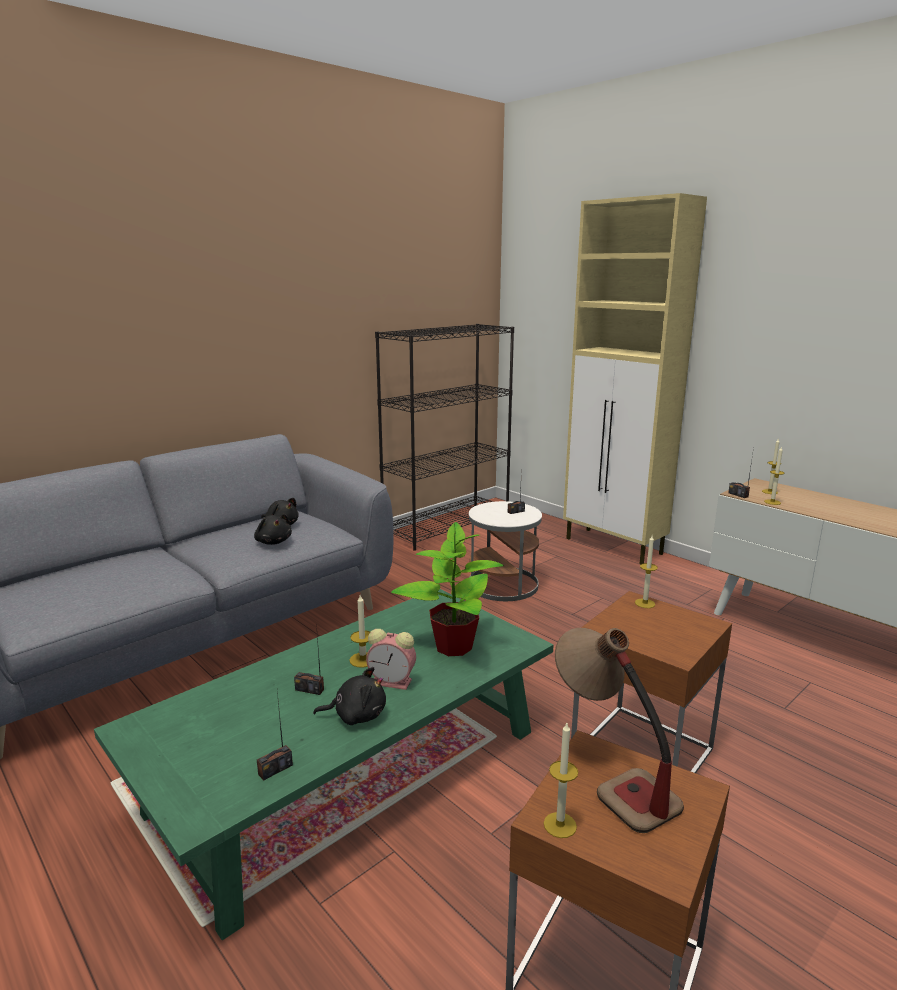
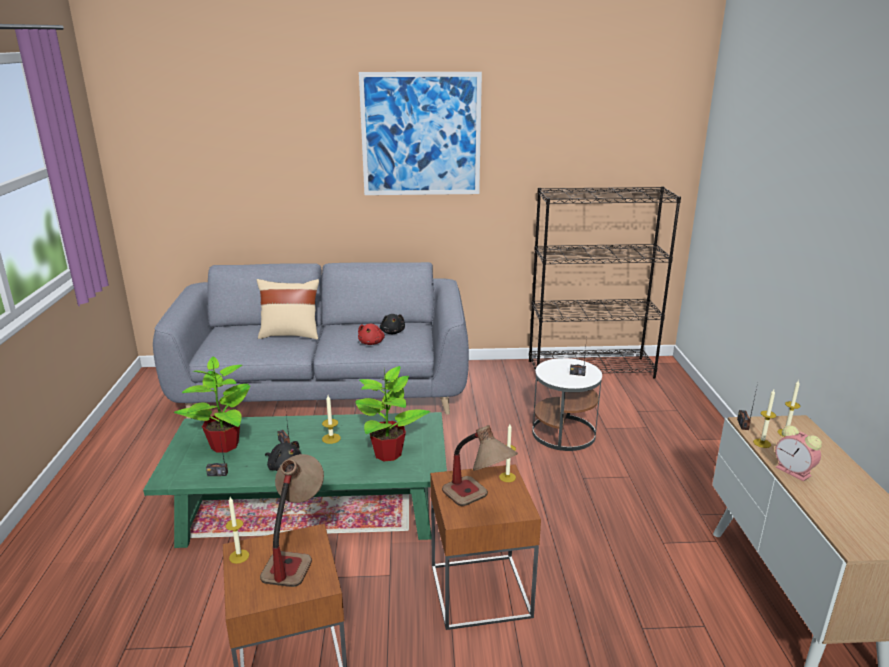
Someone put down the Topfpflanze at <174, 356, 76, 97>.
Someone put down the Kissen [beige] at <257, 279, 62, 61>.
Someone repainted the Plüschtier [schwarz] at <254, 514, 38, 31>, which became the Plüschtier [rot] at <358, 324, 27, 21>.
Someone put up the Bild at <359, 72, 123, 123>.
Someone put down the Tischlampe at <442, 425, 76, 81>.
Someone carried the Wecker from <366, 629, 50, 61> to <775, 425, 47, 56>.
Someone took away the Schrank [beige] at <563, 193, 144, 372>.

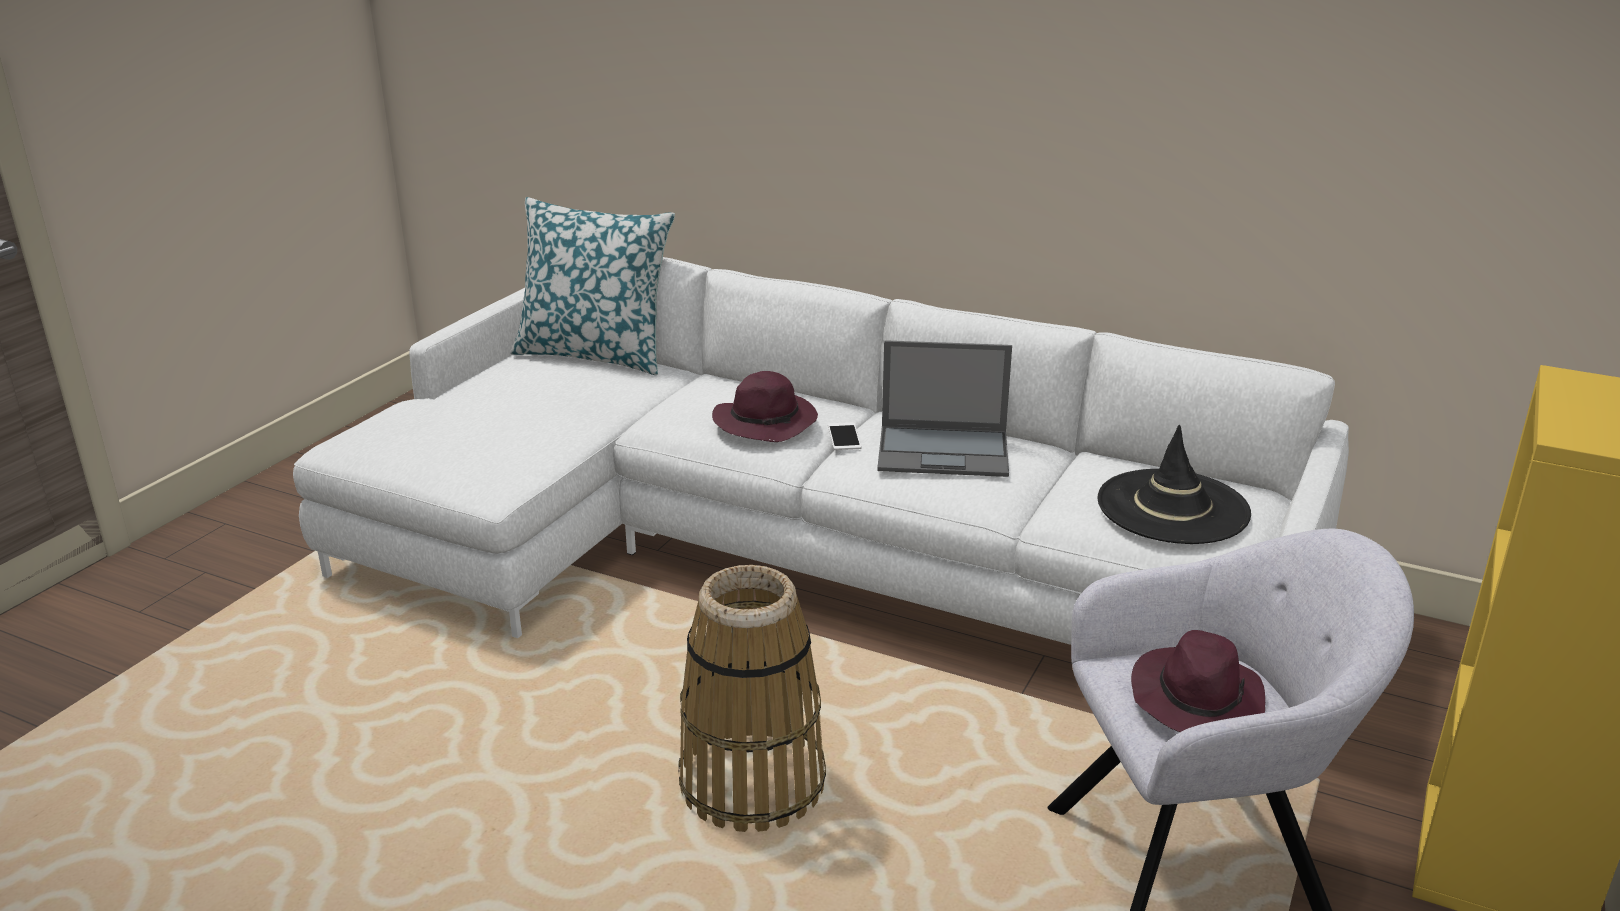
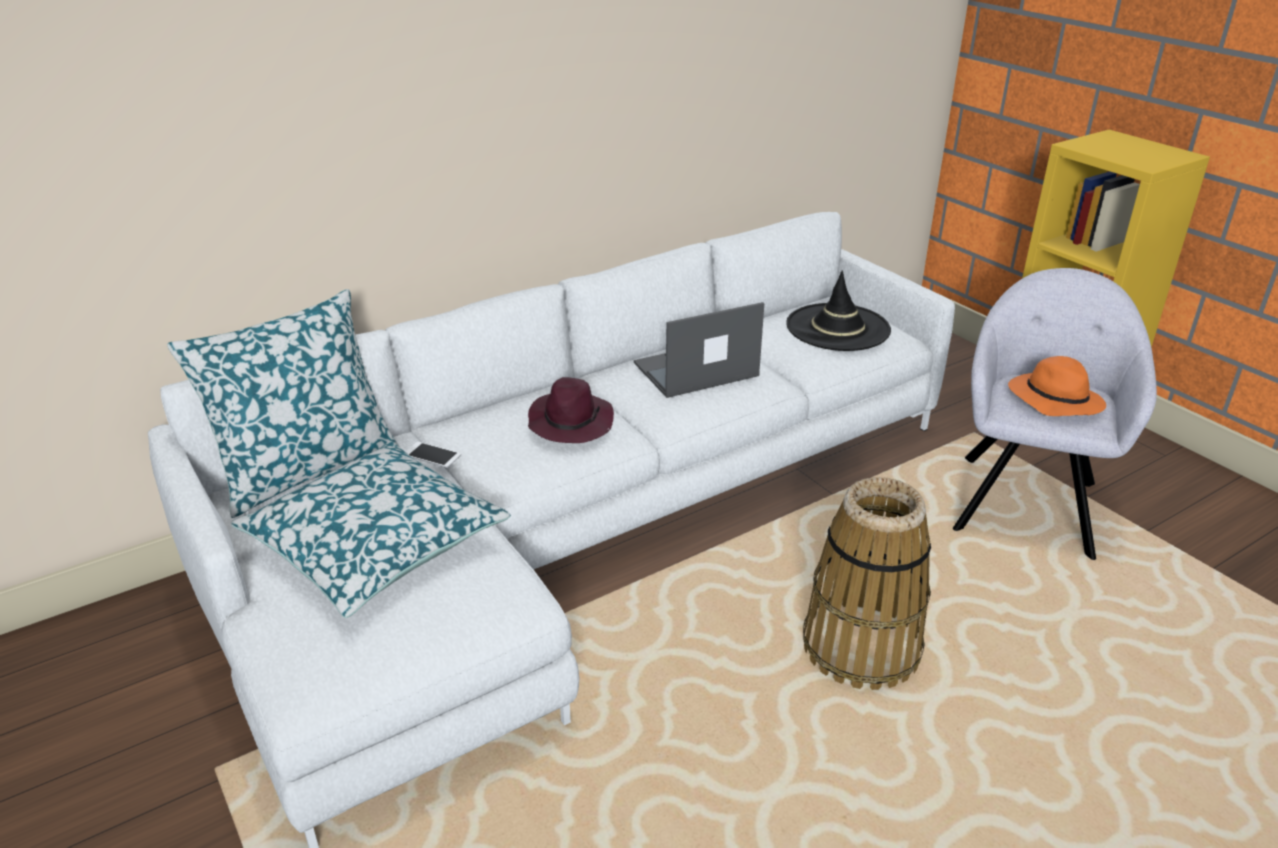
Someone put down the Kissen at <231, 441, 280, 177>.
Someone carried the Handy from <828, 422, 34, 28> to <405, 442, 56, 26>.
Someone rotated the Laptop at <877, 340, 135, 137> by 150 degrees counterclockwise.
Someone repainted the Hut [lila] at <1131, 630, 134, 102>, which became the Hut [orange] at <1008, 356, 98, 60>.

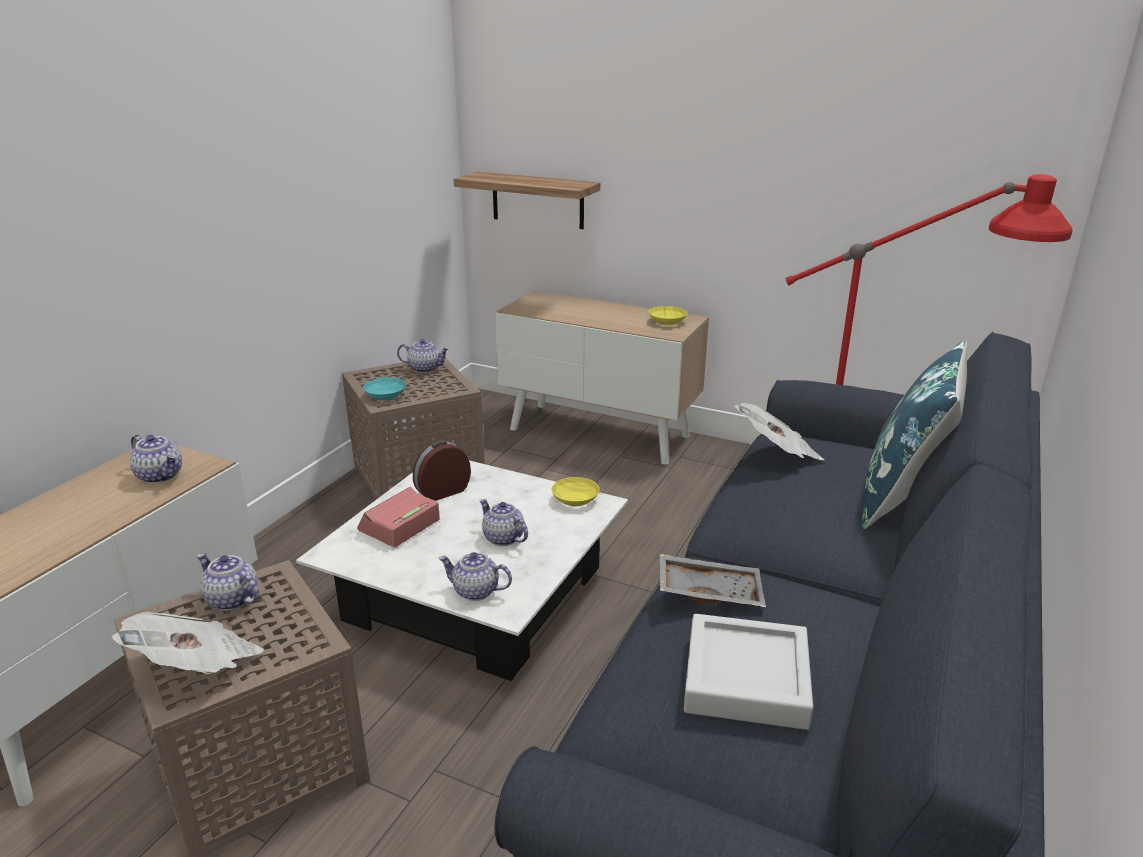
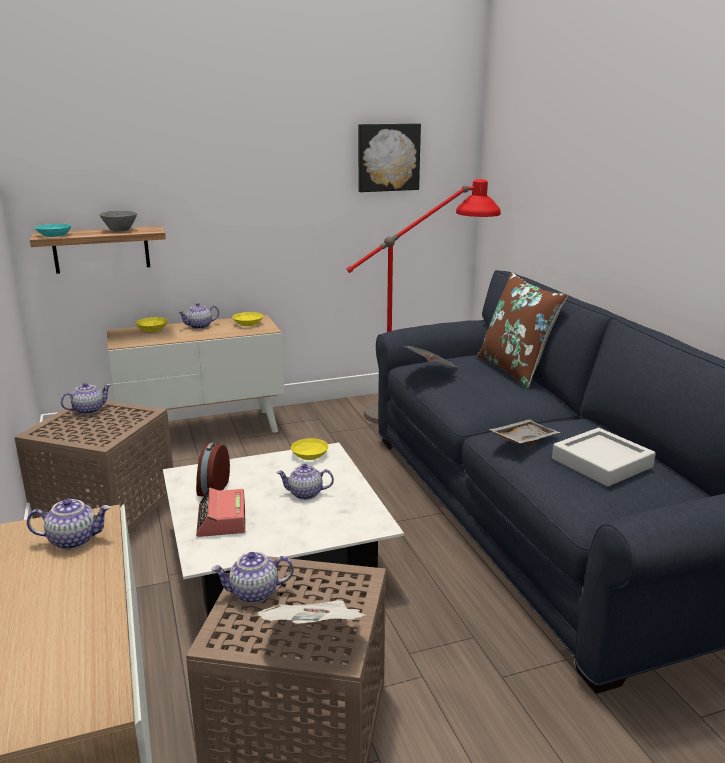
Someone carried the Schüssel [türkis] from <363, 377, 43, 24> to <35, 224, 36, 13>.
Someone put down the Schüssel [grau] at <99, 210, 38, 22>.
Someone put down the Schüssel [gelb] at <136, 317, 32, 15>.
Someone carried the Teekanne from <438, 552, 74, 49> to <178, 303, 41, 26>.
Someone put up the Bild at <358, 123, 63, 69>.
Someone repainted the Kissen [blau] at <862, 340, 106, 189>, which became the Kissen [braun] at <477, 272, 91, 117>.

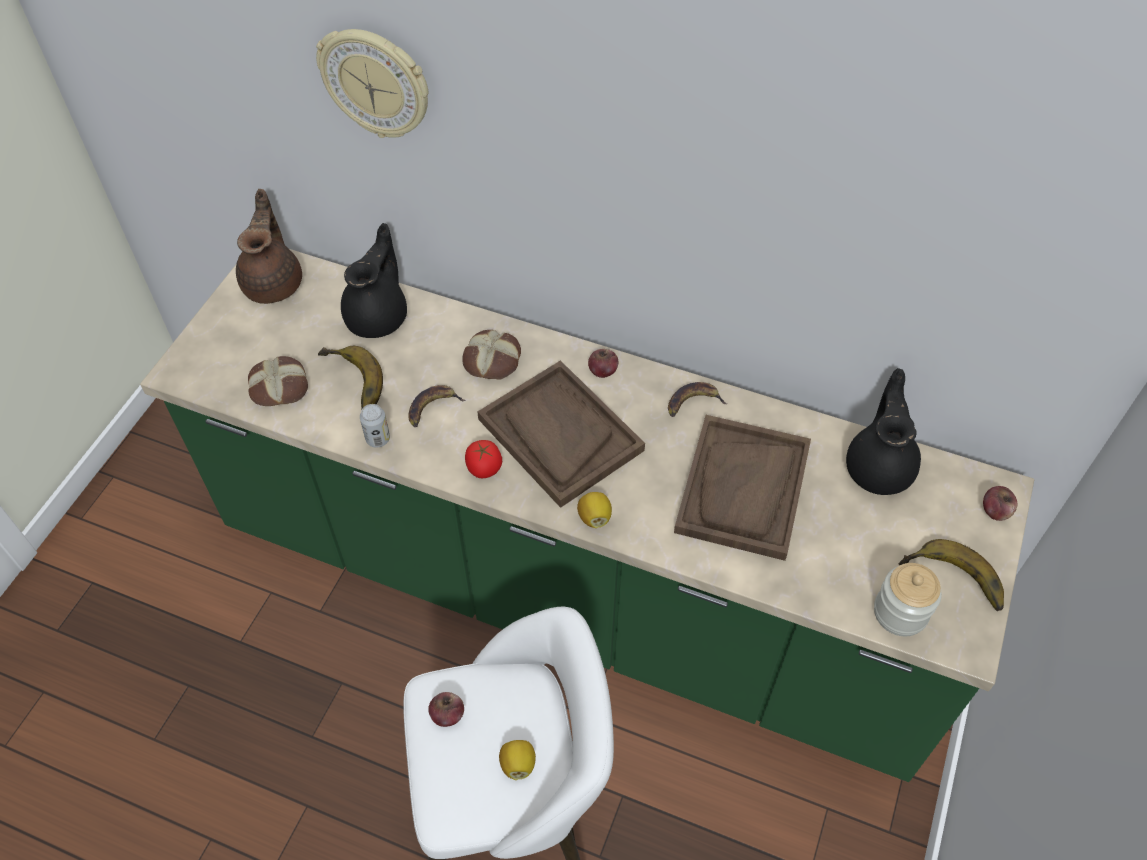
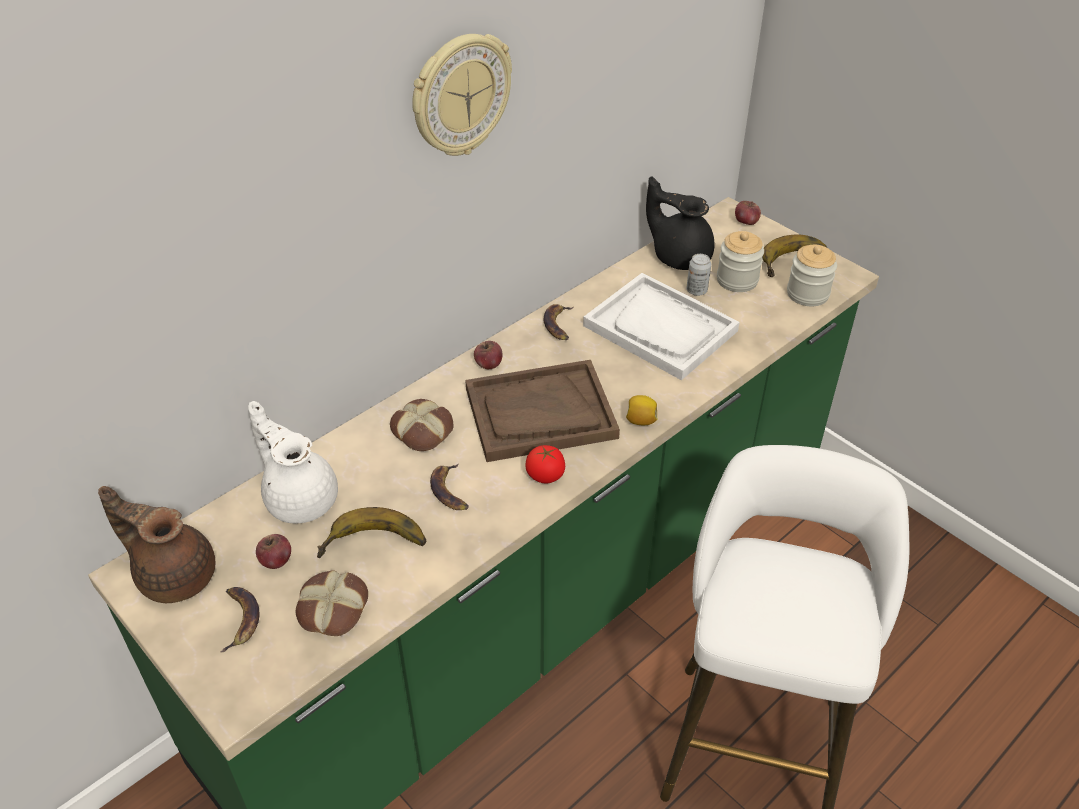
Someone put down the Banane at <221, 587, 39, 65>.
Someone repainted the Teekanne [schwarz] at <341, 223, 66, 115>, which became the Teekanne [weiß] at <248, 401, 90, 122>.
Someone carried the Apfel from <428, 692, 36, 35> to <256, 534, 35, 35>.
Someone carried the Wanduhr from <316, 29, 113, 109> to <412, 34, 100, 122>.
Someone repainted the Tablett [braun] at <674, 415, 137, 146>, which became the Tablett [weiß] at <583, 273, 157, 107>.
Someone carried the Dose from <360, 404, 30, 44> to <686, 254, 25, 42>.
Someone put down the Vorratsglas at <717, 231, 47, 61>.
Someone took away the Zitrone at <499, 740, 37, 40>.

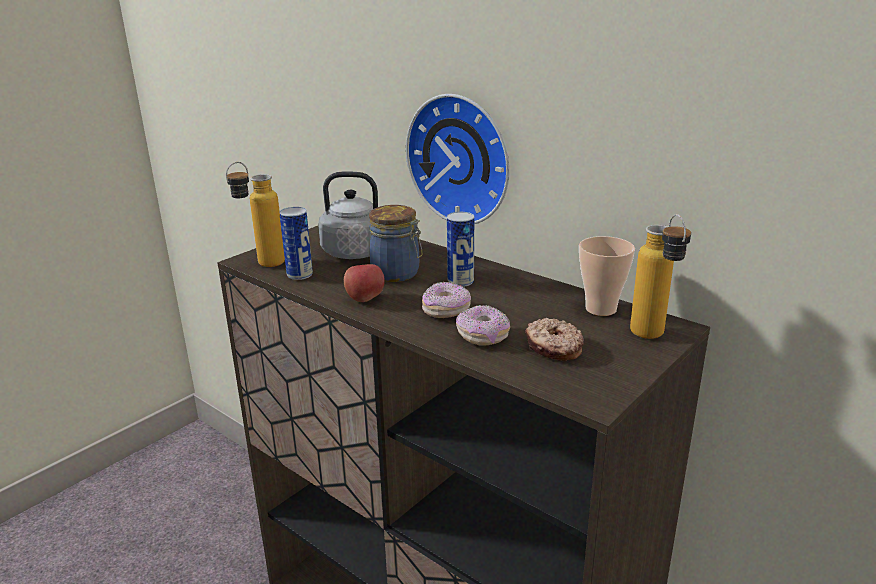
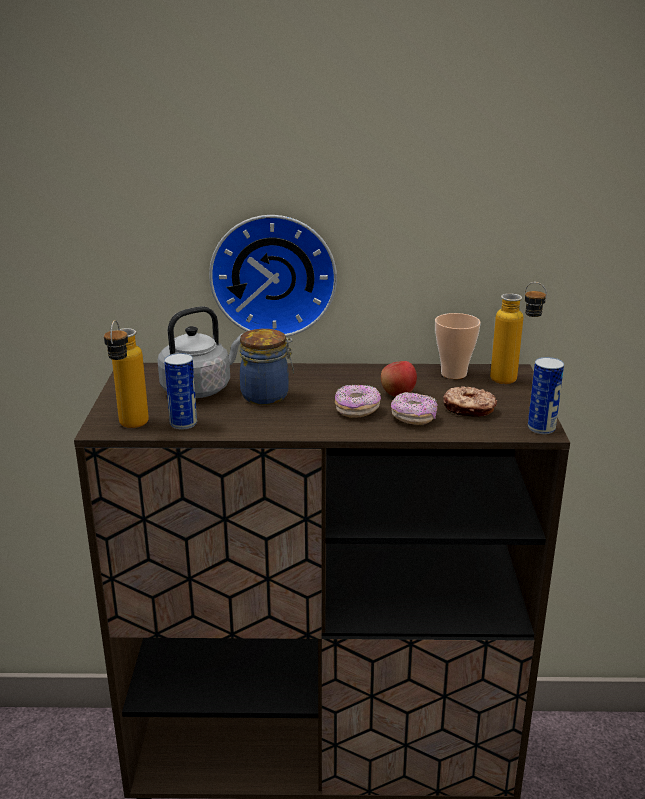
Someone carried the Apfel from <344, 264, 41, 38> to <381, 361, 36, 36>.
Someone carried the Dose from <447, 212, 27, 75> to <528, 357, 36, 77>.

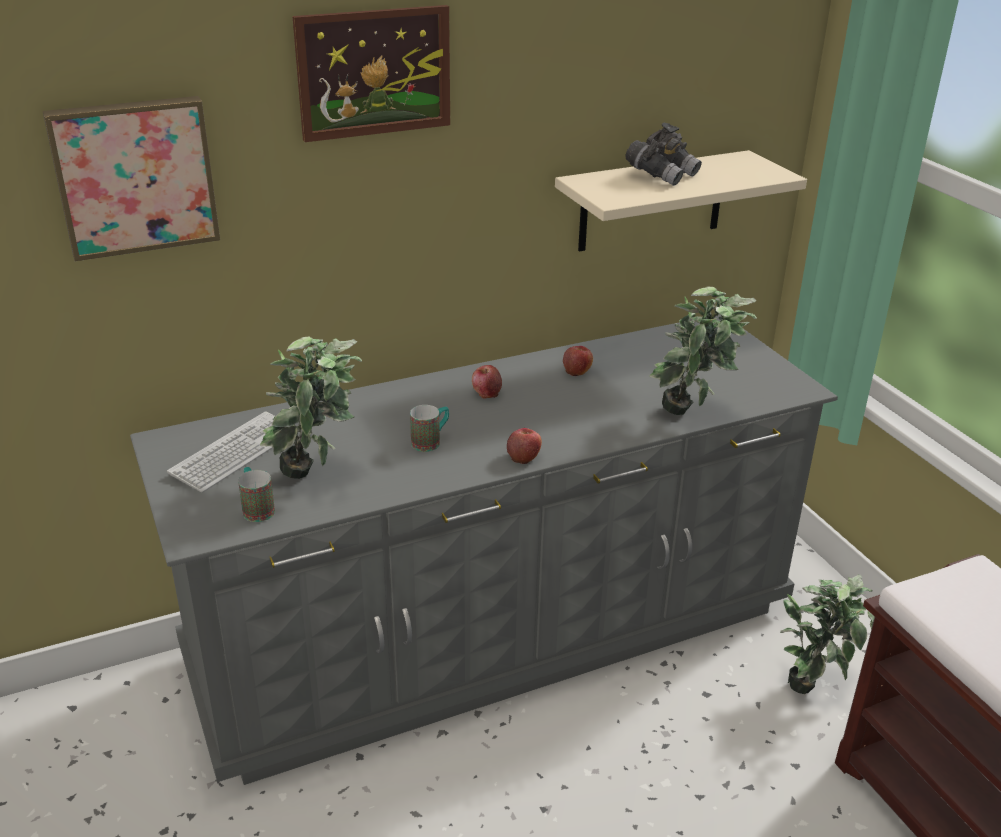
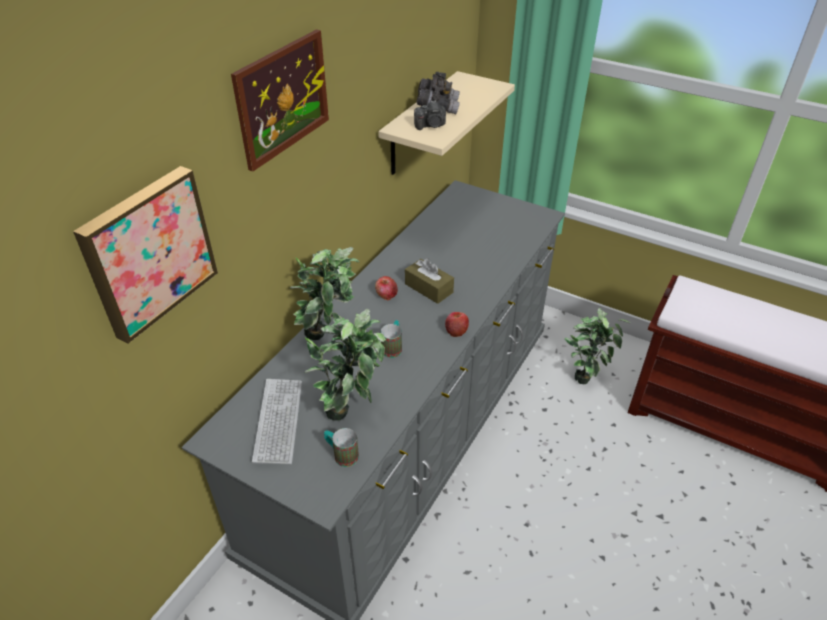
Someone carried the Topfpflanze from <650, 286, 107, 129> to <290, 247, 69, 93>.
Someone put down the Taschentuchbox [braun] at <405, 258, 49, 46>.
Someone put down the Kamera at <414, 100, 32, 30>.
Someone took away the Apfel at <563, 346, 30, 30>.

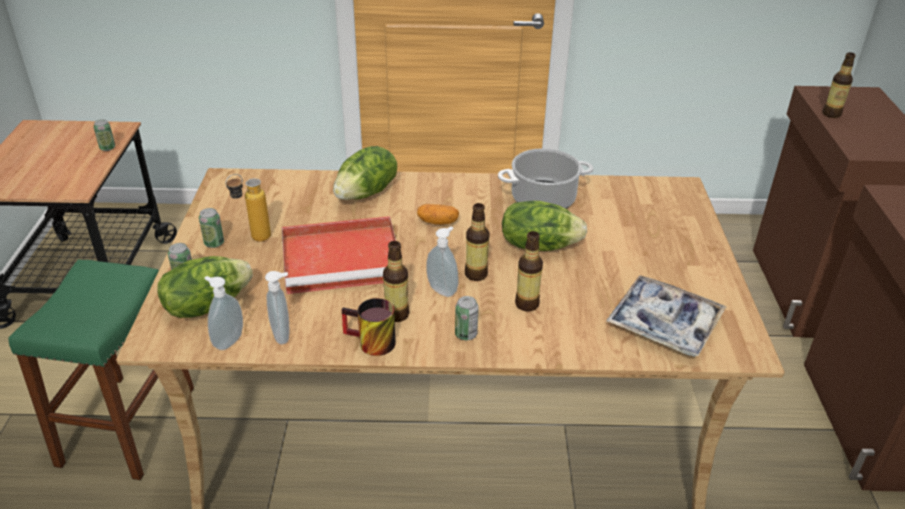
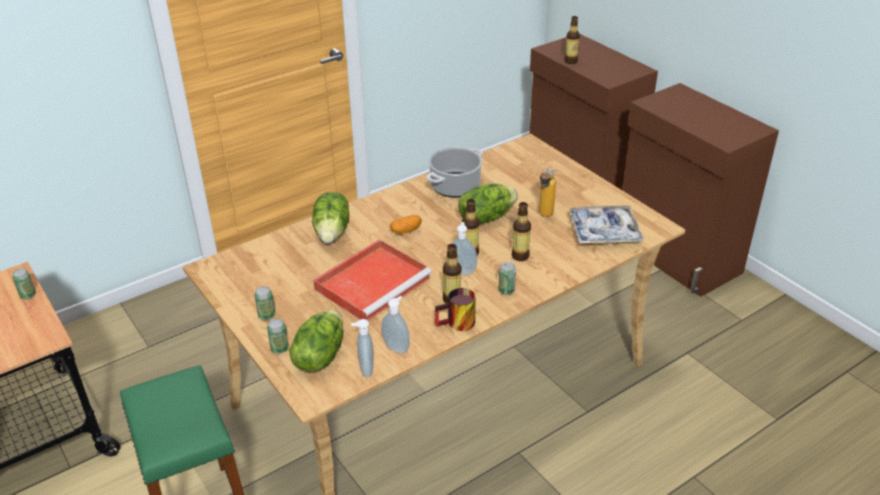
Someone carried the Flasche from <226, 174, 45, 68> to <539, 168, 17, 49>.

